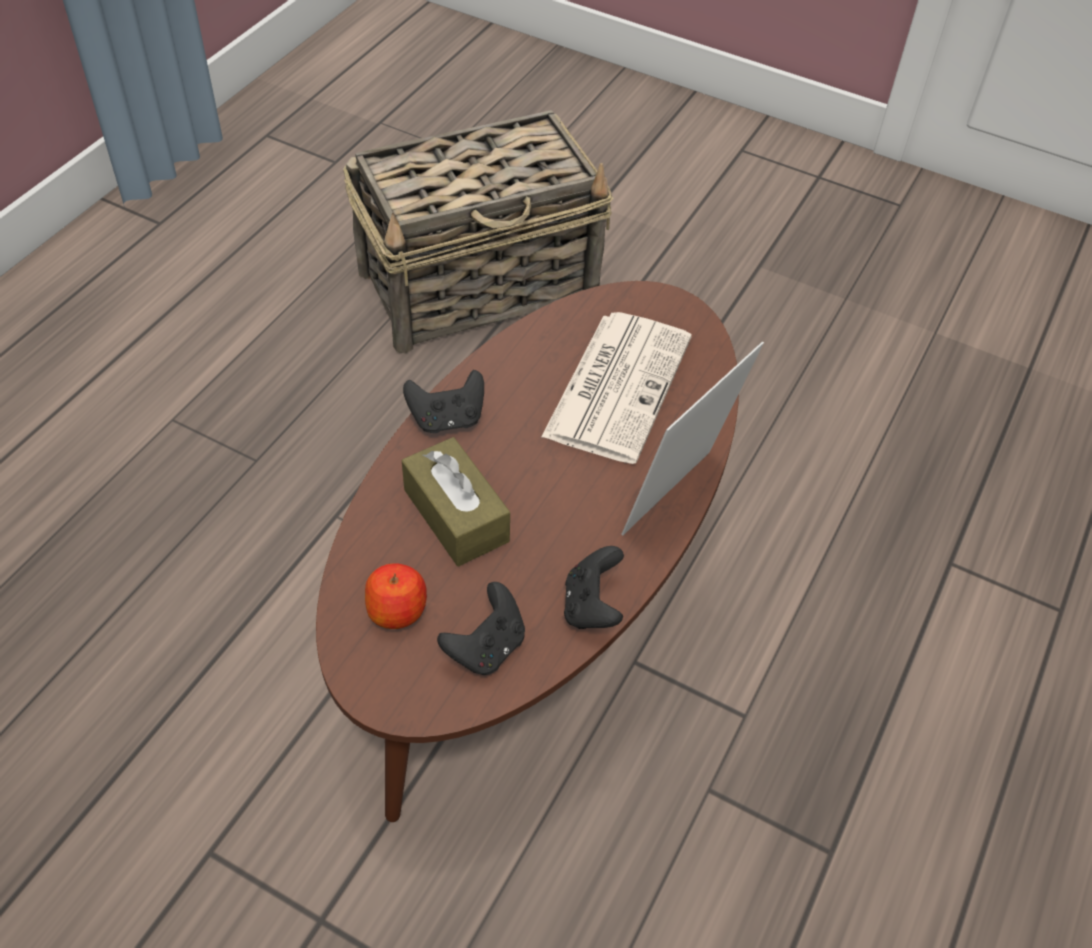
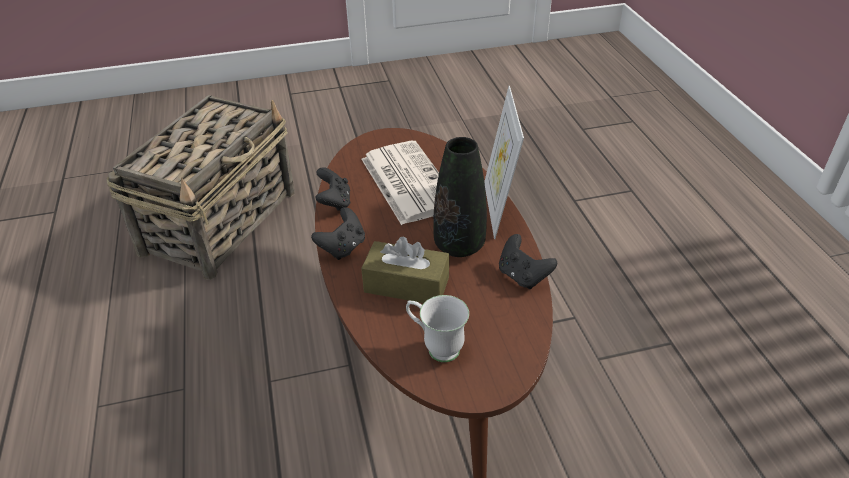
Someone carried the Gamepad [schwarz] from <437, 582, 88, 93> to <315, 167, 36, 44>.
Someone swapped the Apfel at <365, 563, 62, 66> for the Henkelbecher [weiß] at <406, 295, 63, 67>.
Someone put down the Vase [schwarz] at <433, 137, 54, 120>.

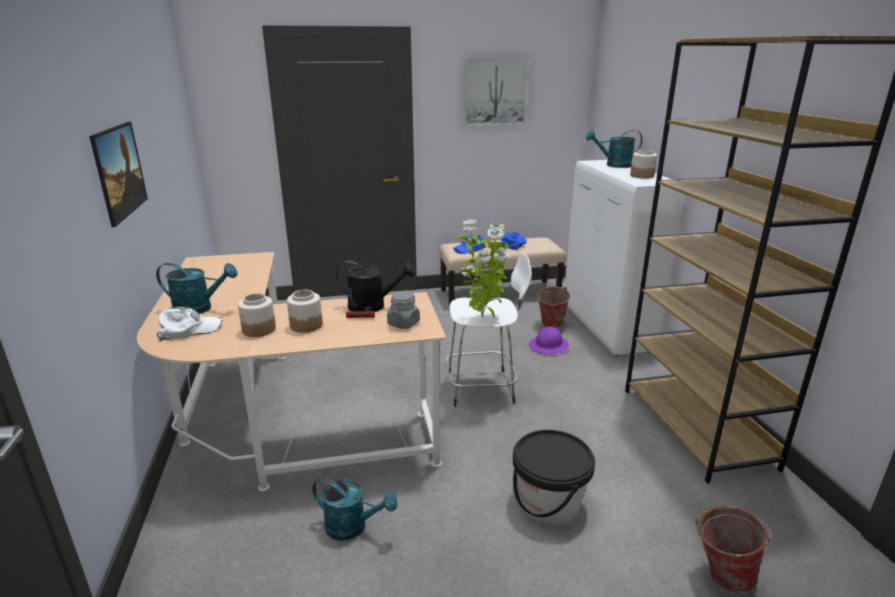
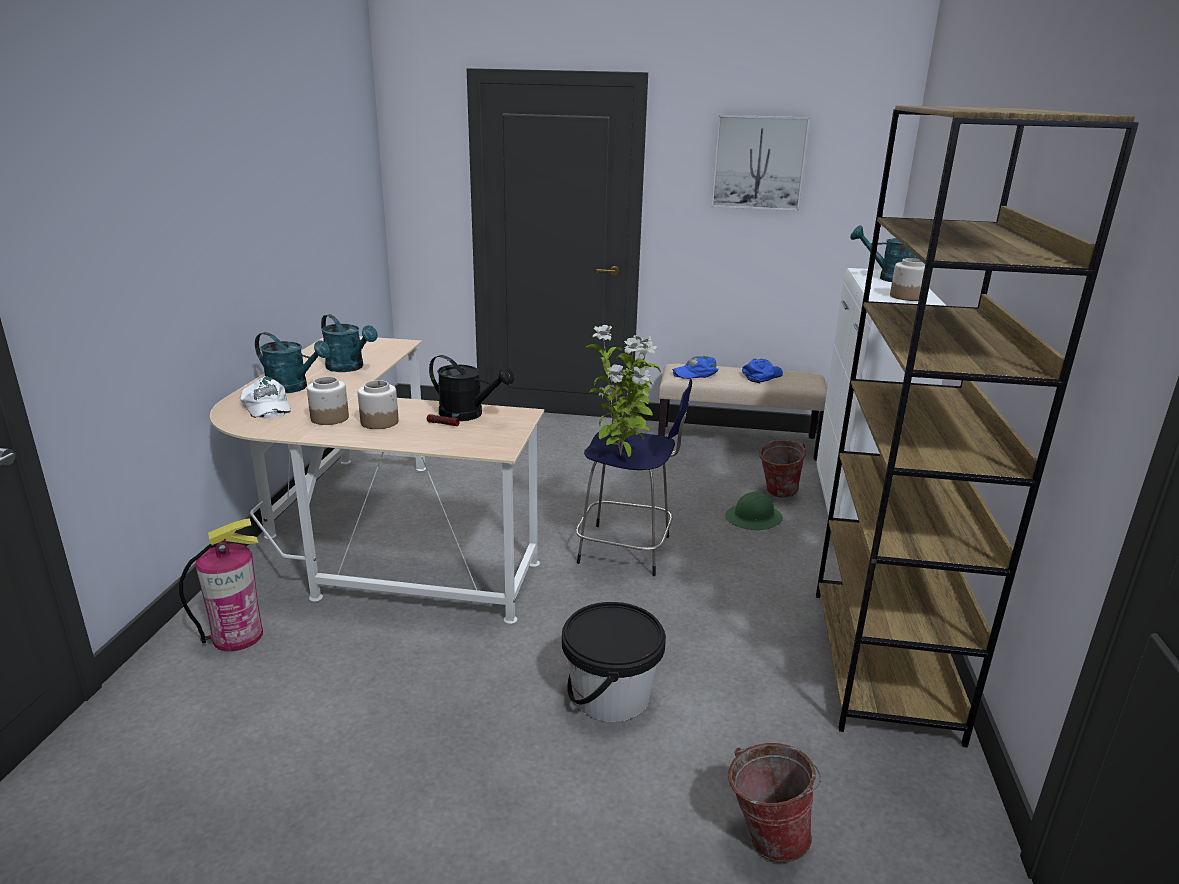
Someone put down the Feuerlöscher at <179, 518, 84, 133>.
Someone rotated the Kappe [weiß] at <157, 307, 66, 34> by 60 degrees clockwise.
Someone carried the Gießkanne [türkis] from <312, 477, 86, 63> to <321, 314, 57, 58>.
Someone repainted the Hocker [weiß] at <445, 252, 87, 155>, which became the Hocker [blau] at <576, 379, 116, 197>.
Someone repainted the Schutzhelm [lila] at <529, 326, 40, 29>, which became the Schutzhelm [grün] at <725, 492, 58, 38>.
Someone took away the Bild at <89, 121, 59, 106>.
Someone took away the Vorratsglas [grau] at <387, 291, 33, 38>.

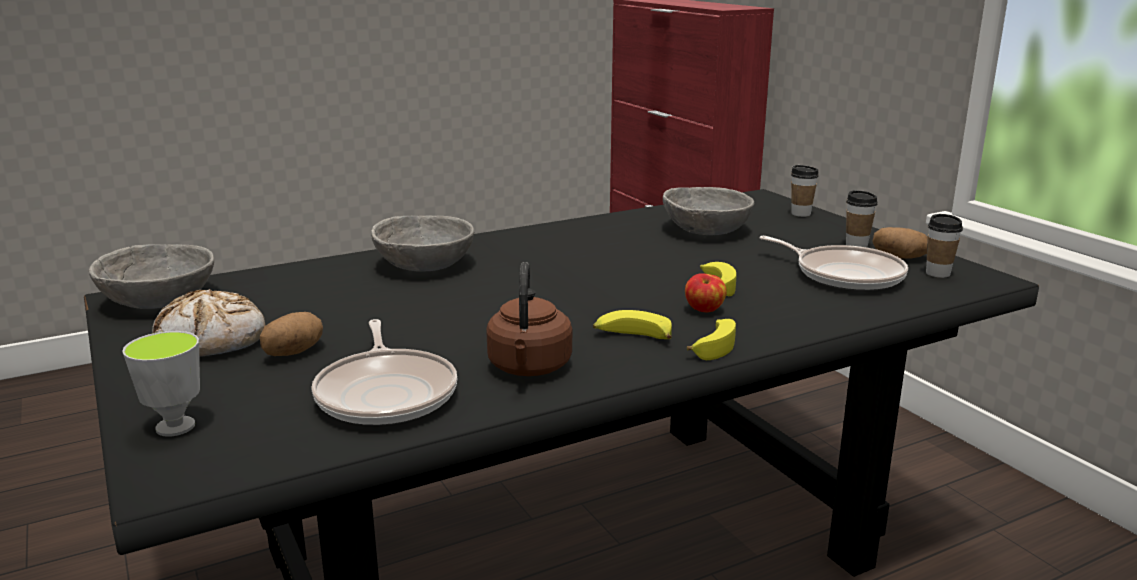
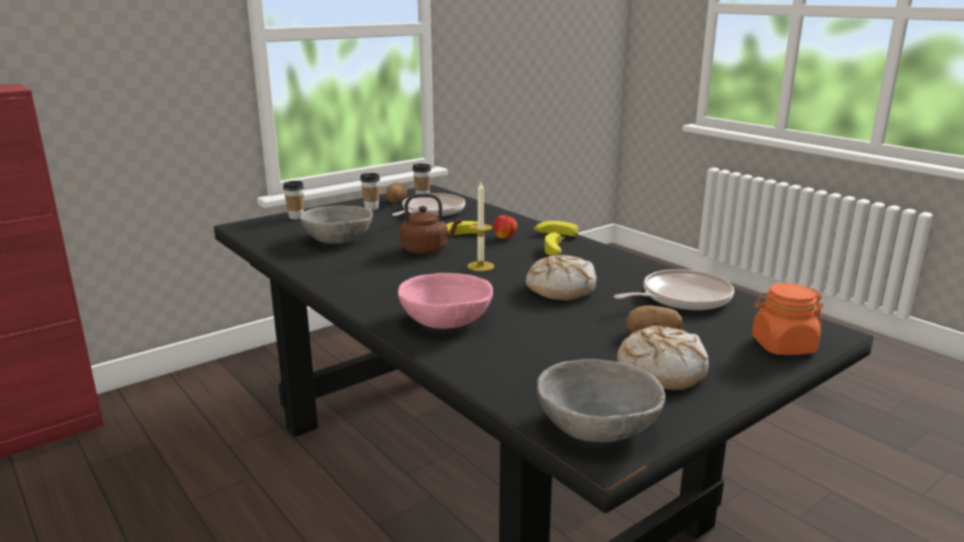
Someone repainted the Schüssel [grau] at <371, 215, 103, 56>, which became the Schüssel [rosa] at <398, 273, 95, 56>.
Someone carried the Wasserkessel [braun] from <486, 262, 86, 114> to <400, 193, 62, 61>.
Someone put down the Kerze at <467, 182, 27, 89>.
Someone put down the Brot at <526, 255, 71, 46>.
Someone swapped the Tasse at <122, 331, 78, 106> for the Vorratsglas [orange] at <752, 283, 71, 72>.

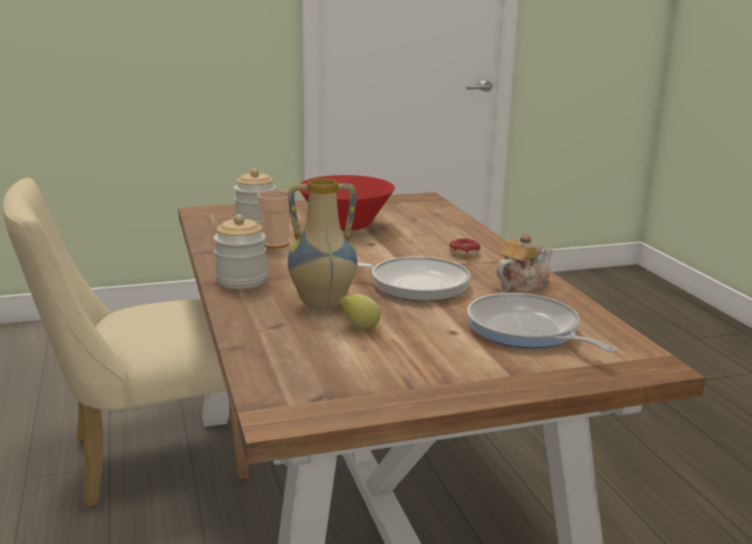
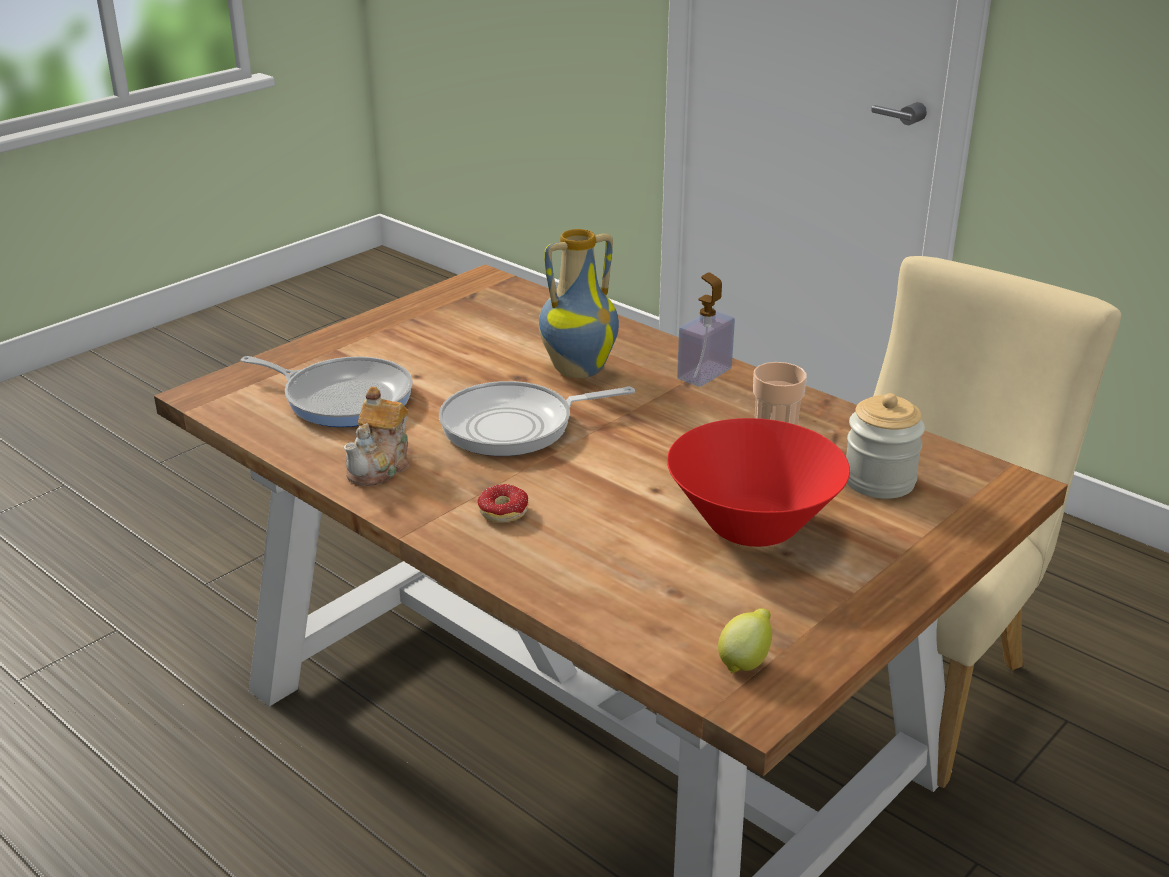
Someone swapped the Vorratsglas at <213, 214, 54, 75> for the Seifenspender at <677, 273, 58, 114>.
Someone carried the Zitrone from <340, 294, 41, 35> to <718, 608, 54, 65>.

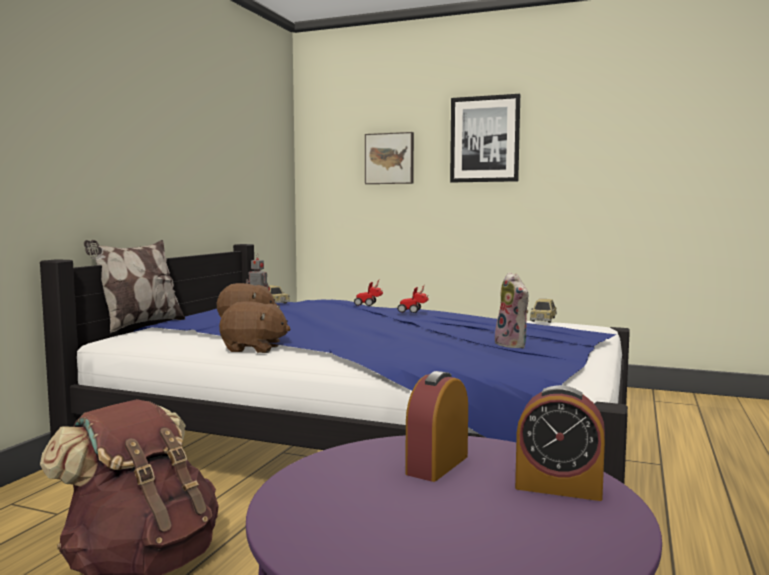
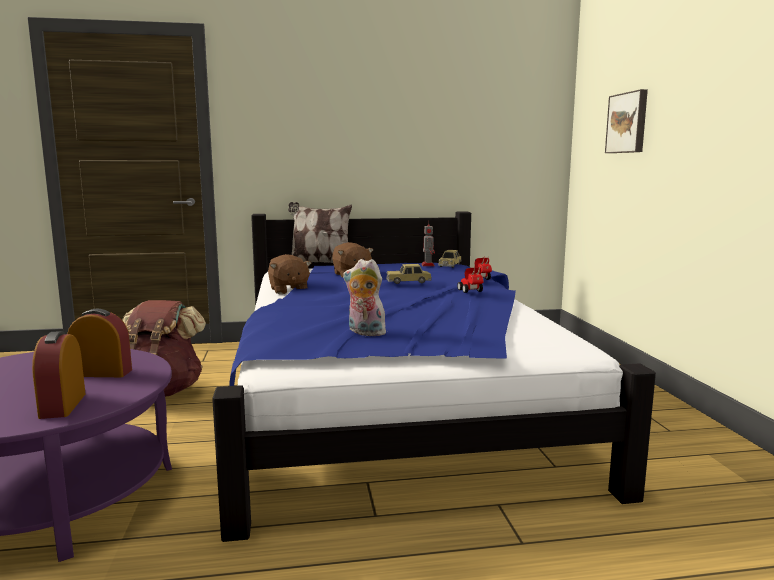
Someone rotated the Plüschtier at <495, 272, 33, 77> by 75 degrees clockwise.
Someone carried the Spielzeugauto from <530, 299, 27, 24> to <386, 264, 46, 20>.
Someone took away the Bild at <450, 94, 70, 88>.

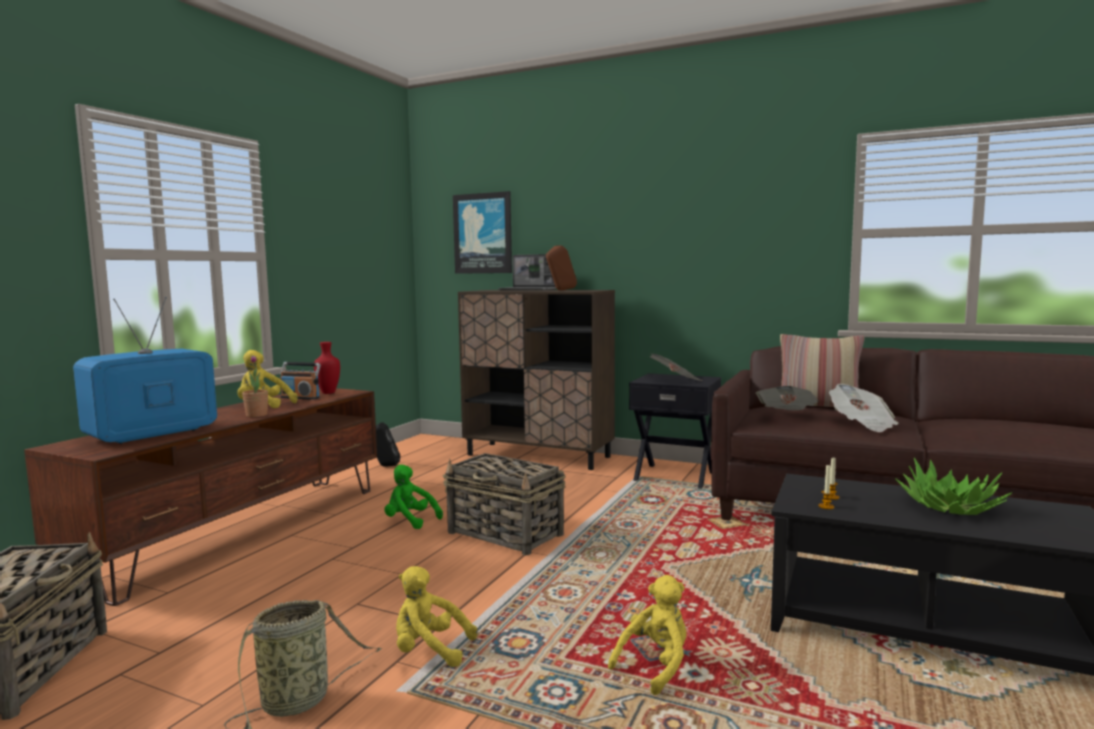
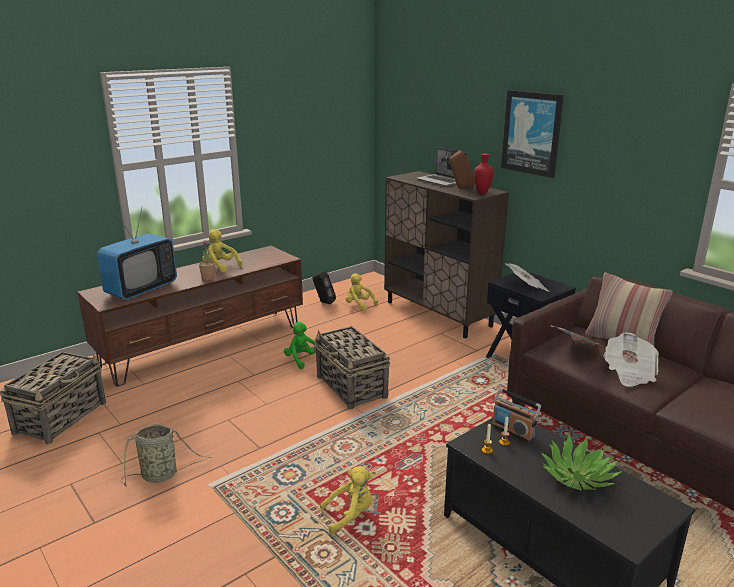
Someone rotated the Fernseher at <73, 297, 144, 147> by 150 degrees clockwise.
Someone carried the Plüschtier [gelb] from <396, 566, 81, 101> to <346, 273, 32, 38>.
Someone carried the Vase [rot] from <314, 342, 26, 52> to <474, 153, 20, 41>.
Someone carried the Radio from <280, 362, 41, 38> to <492, 388, 49, 54>.
Someone carried the Bild from <453, 191, 59, 83> to <501, 90, 63, 88>.

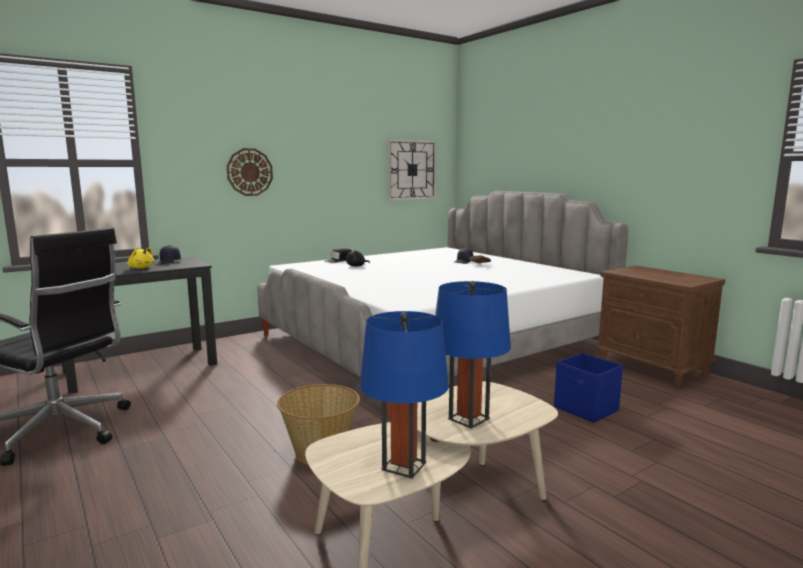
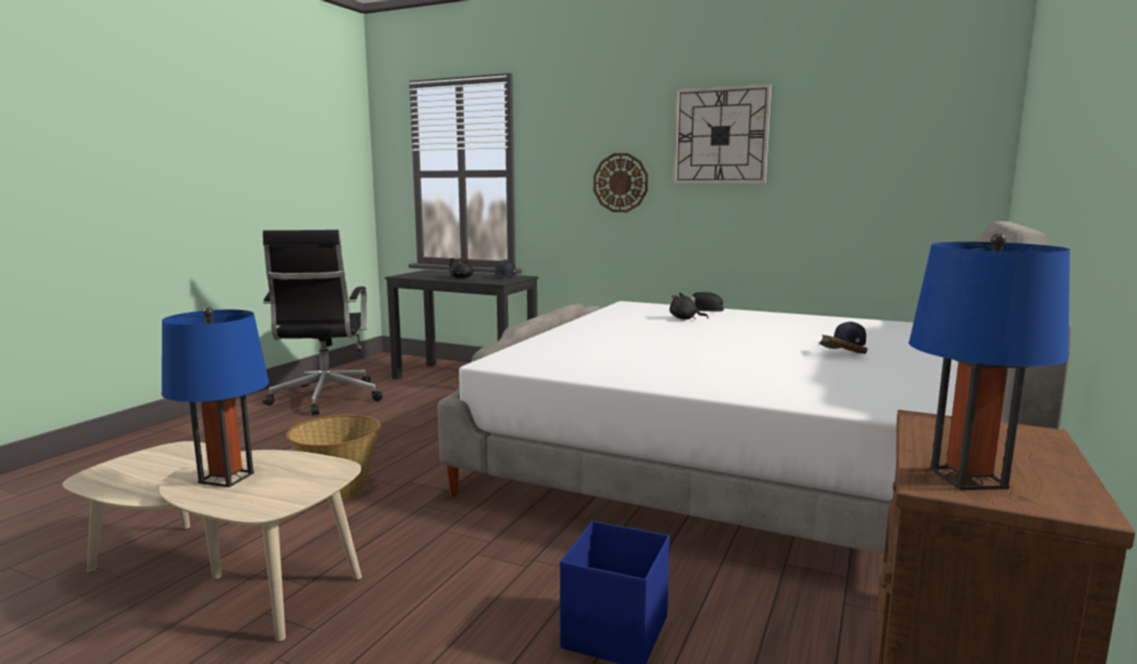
Someone repainted the Plüschtier [gelb] at <127, 248, 27, 21>, which became the Plüschtier [schwarz] at <449, 258, 25, 20>.
Someone carried the Wanduhr from <388, 139, 48, 61> to <673, 84, 98, 100>.
Someone carried the Tischlampe [blau] from <360, 311, 89, 167> to <909, 233, 161, 257>.

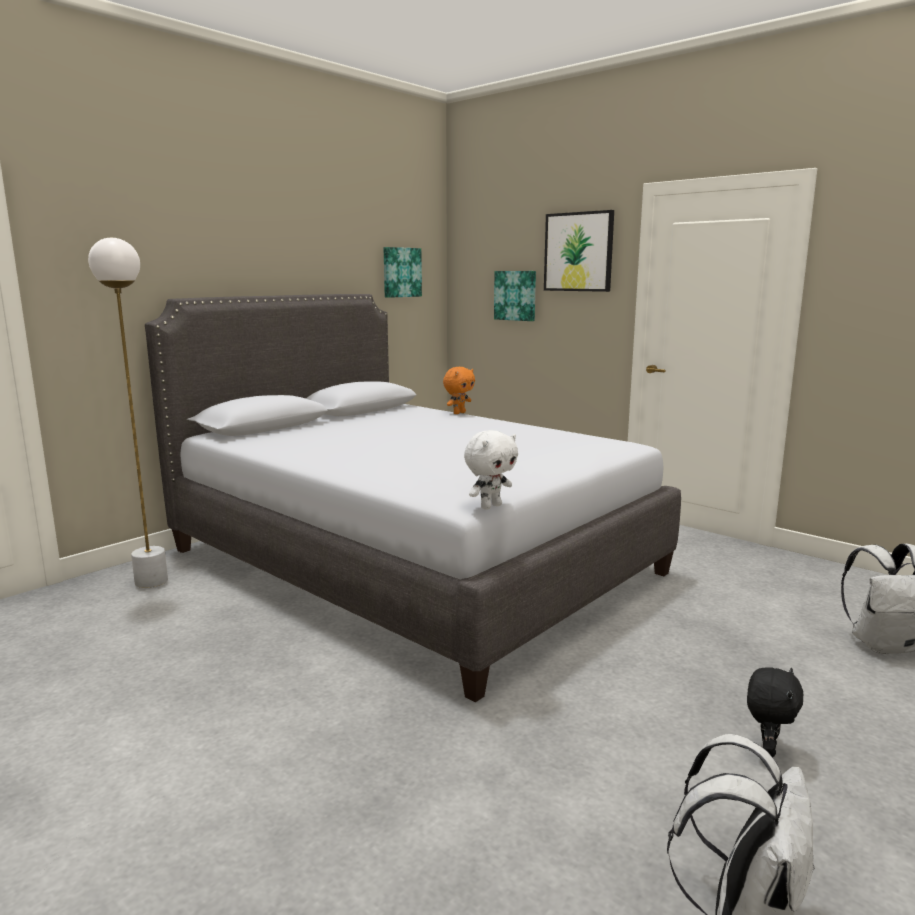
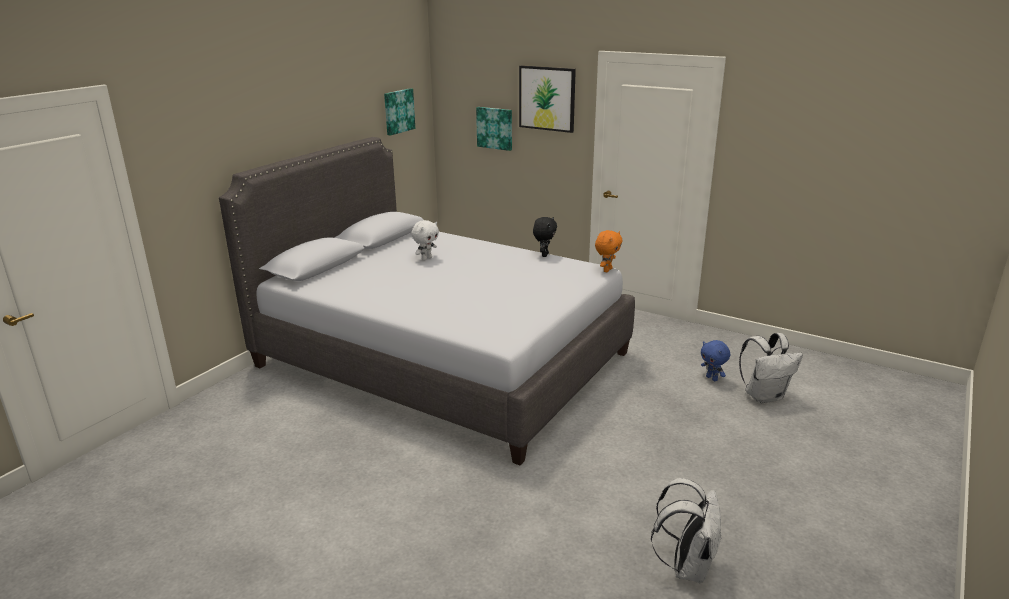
Someone carried the Plüschtier [weiß] from <464, 430, 54, 80> to <411, 220, 28, 41>.
Someone carried the Plüschtier [schwarz] from <747, 667, 57, 90> to <533, 217, 24, 40>.
Someone carried the Plüschtier [orange] from <443, 367, 32, 47> to <595, 230, 28, 42>.
Someone put down the Plüschtier [blau] at <701, 340, 29, 41>.
Someone took away the Stehlampe [weiß] at <88, 238, 80, 350>.

